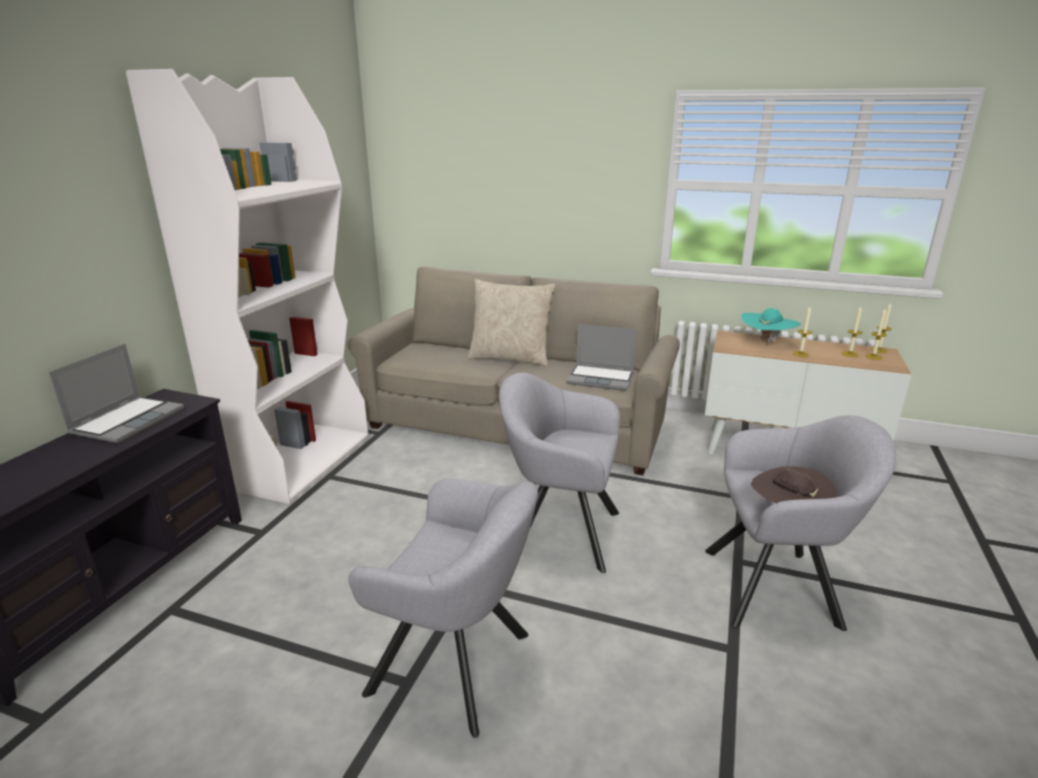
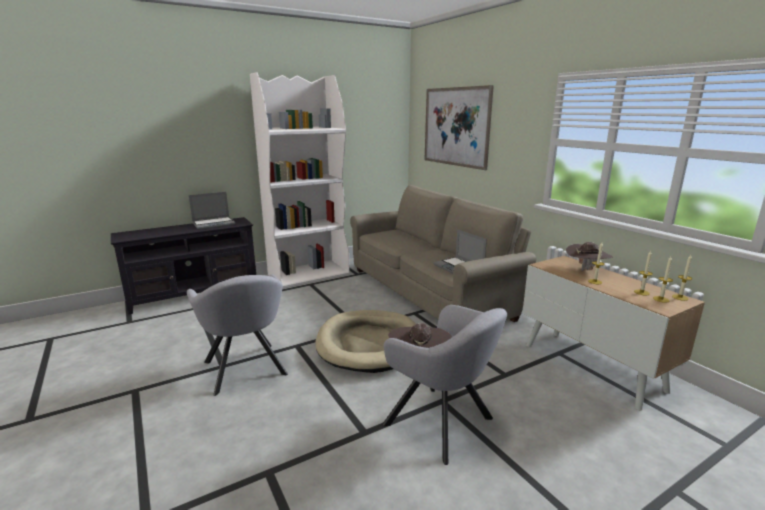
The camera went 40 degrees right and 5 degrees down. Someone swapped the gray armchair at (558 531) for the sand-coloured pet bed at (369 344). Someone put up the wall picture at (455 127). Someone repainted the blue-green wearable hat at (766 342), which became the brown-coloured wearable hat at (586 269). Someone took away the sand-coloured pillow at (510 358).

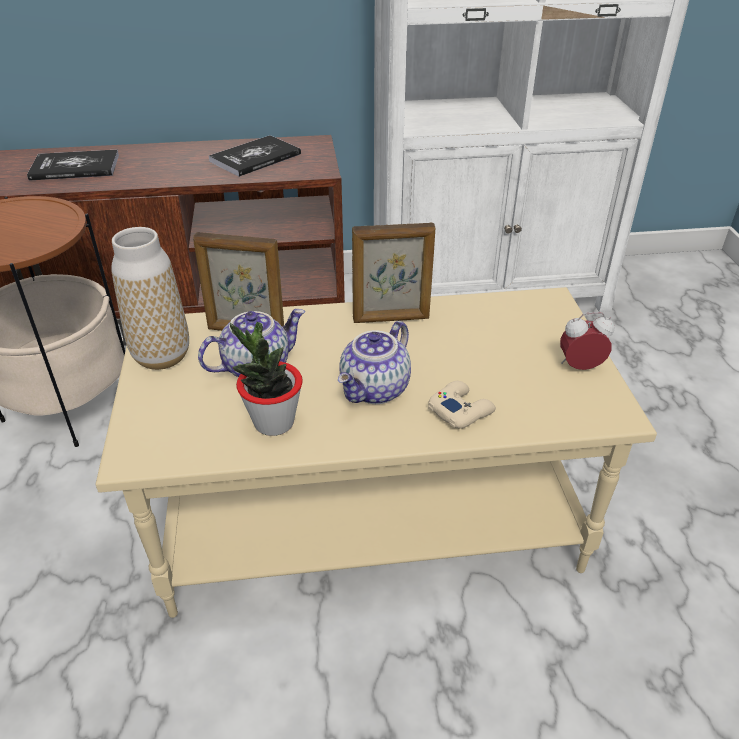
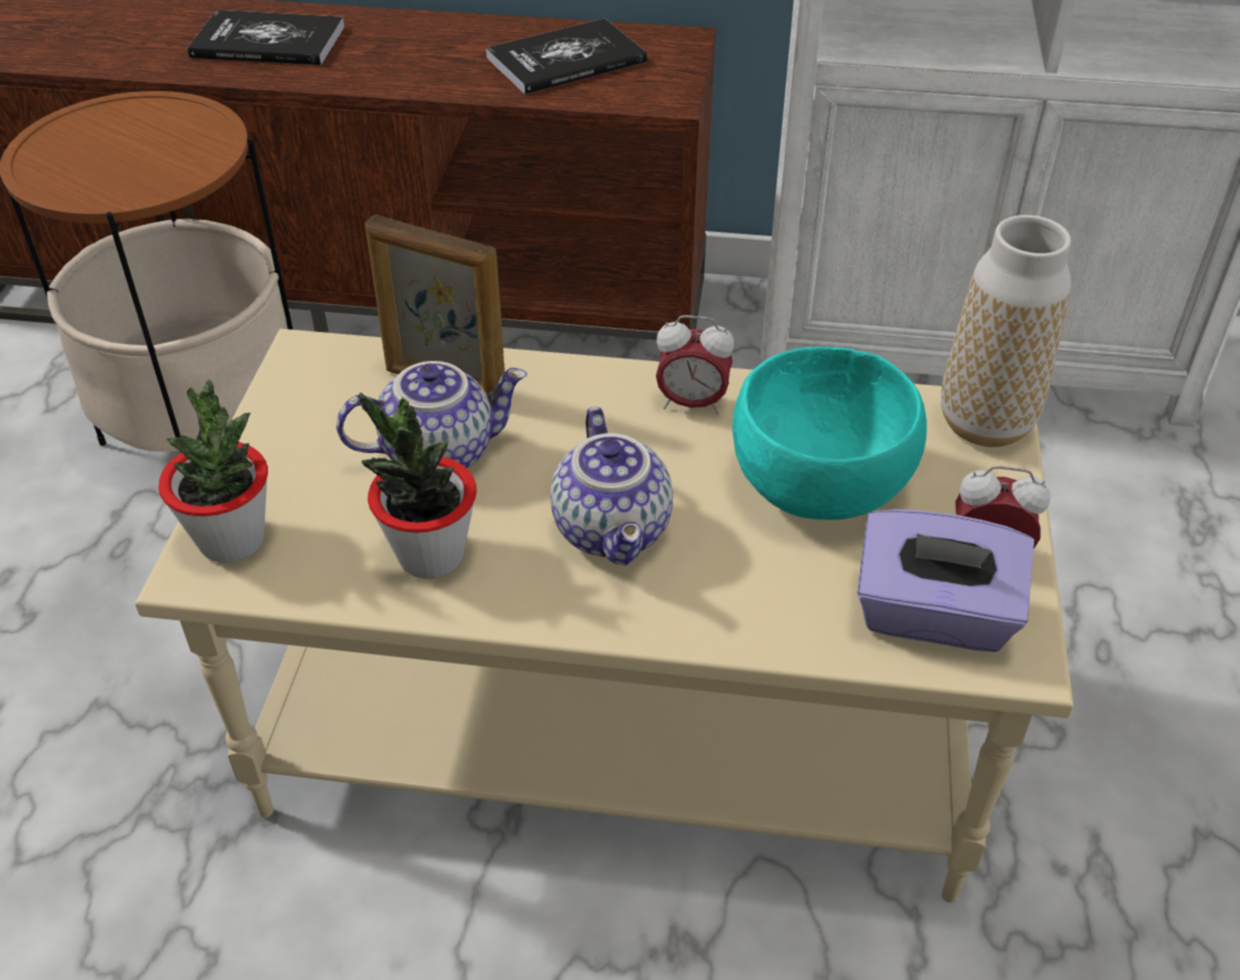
The camera went 15 degrees right and 5 degrees up. Someone put down the potted plant at (232 540). Someone rotated the teapot at (376 390) by 60 degrees counterclockwise. Someone swapped the picture frame at (391 319) for the table clock at (692 403). Someone put down the blue-green deep dish at (822 484). Someone put down the purple tissue holder at (933 616). Someone carried the vase from (162 356) to (985 424). Someone took away the sand-coloured gamepad at (460 410).

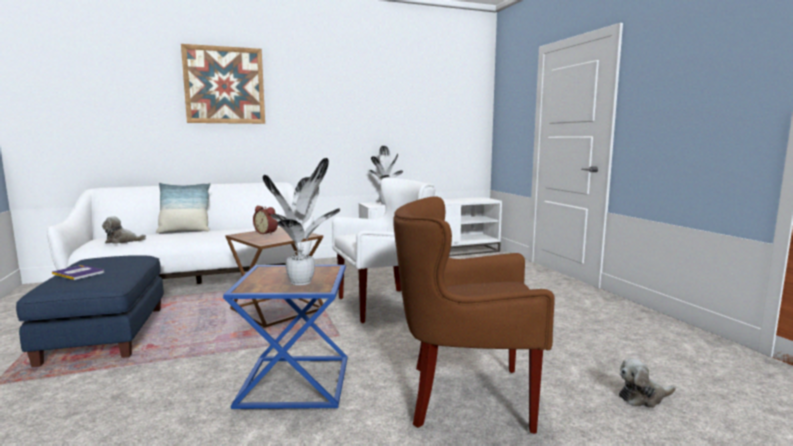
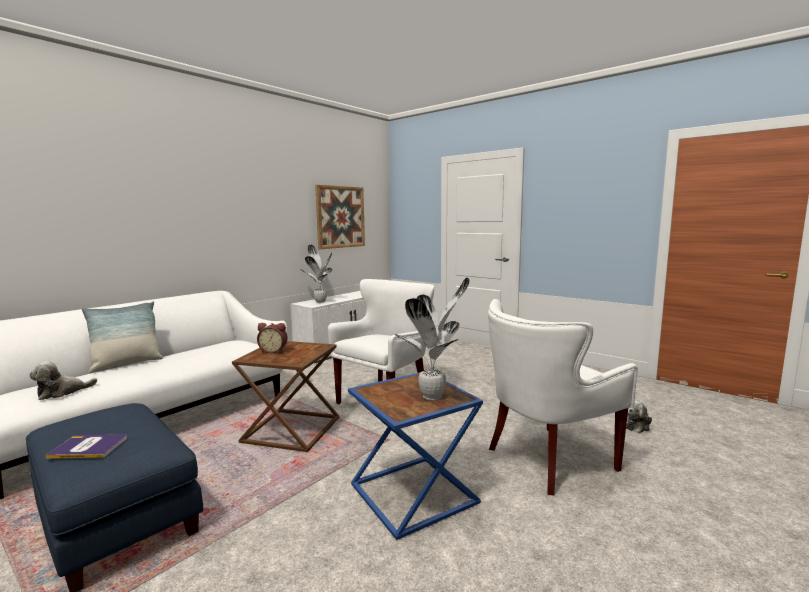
The camera went 30 degrees left and 0 degrees up. Someone carried the wall picture from (224 85) to (340 217). Someone repainted the brown-coloured armchair at (464 396), which became the white-coloured armchair at (547 459).

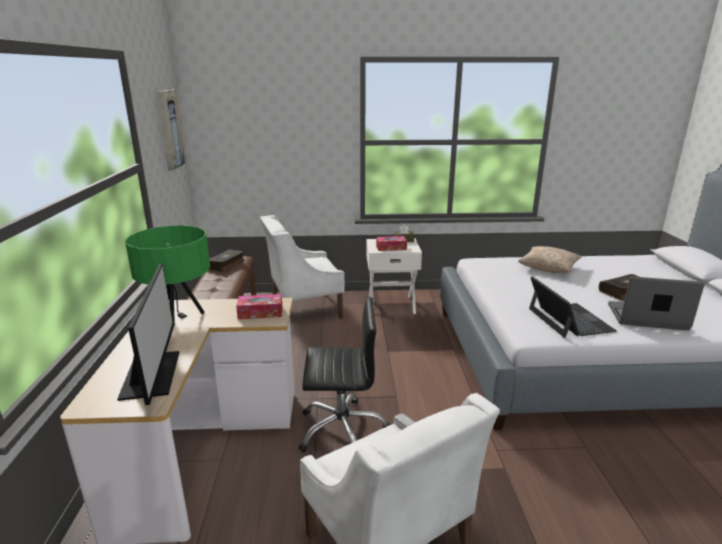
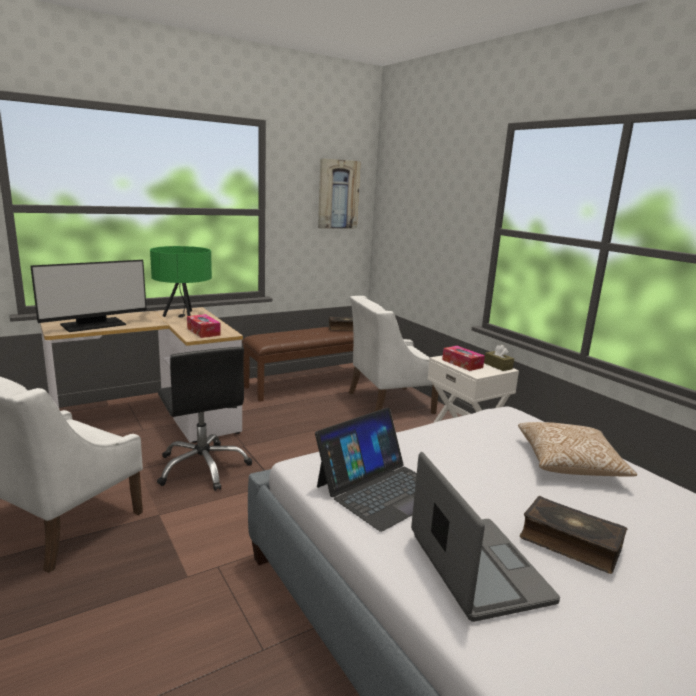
The camera went 60 degrees right and 5 degrees down. Someone rotated the white-coloured armchair at (304 309) by 60 degrees counterclockwise.

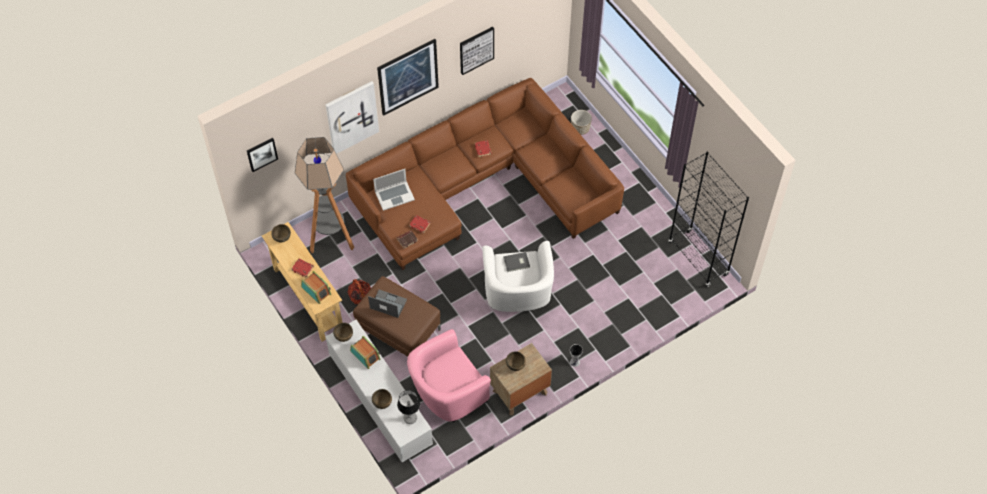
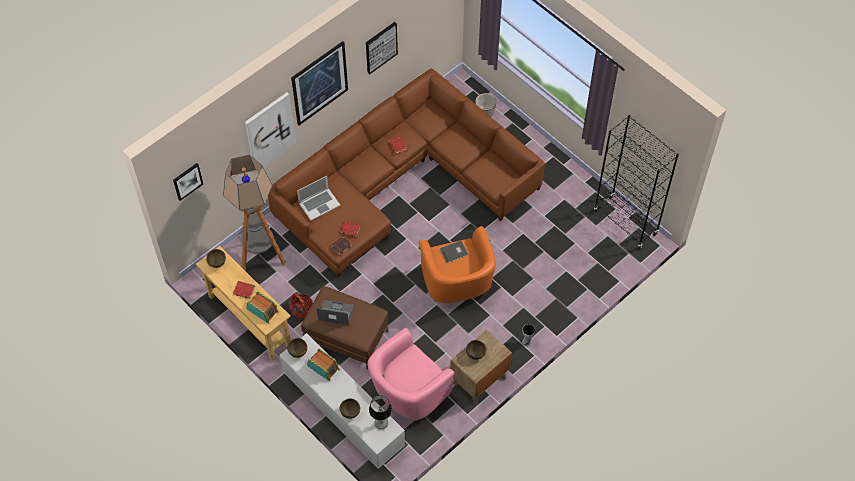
The camera went 10 degrees left and 0 degrees up. Someone repainted the white-coloured armchair at (517 295), which became the orangey armchair at (457 285).

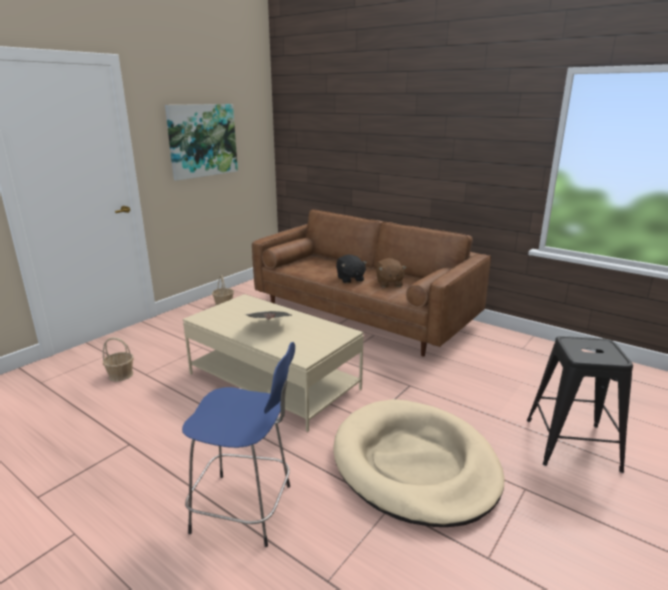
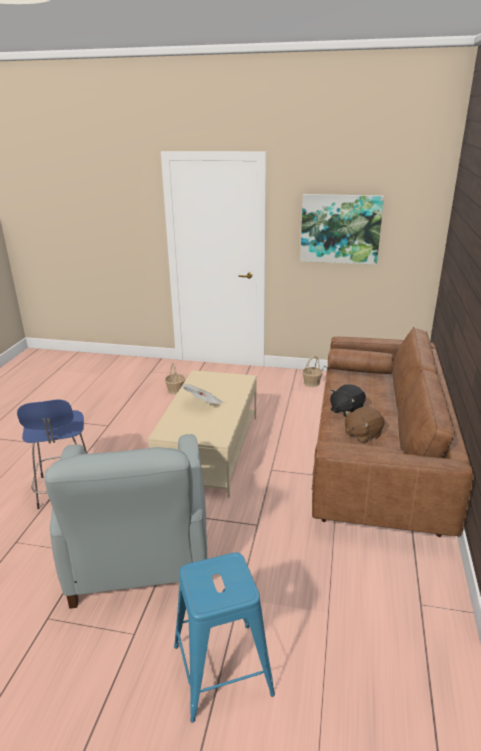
The camera went 65 degrees right and 5 degrees up. Someone swapped the sand-coloured pet bed at (415 465) for the gray armchair at (138 555). Someone repainted the black-coloured stool seat at (571 444), which became the blue-coloured stool seat at (221 669).

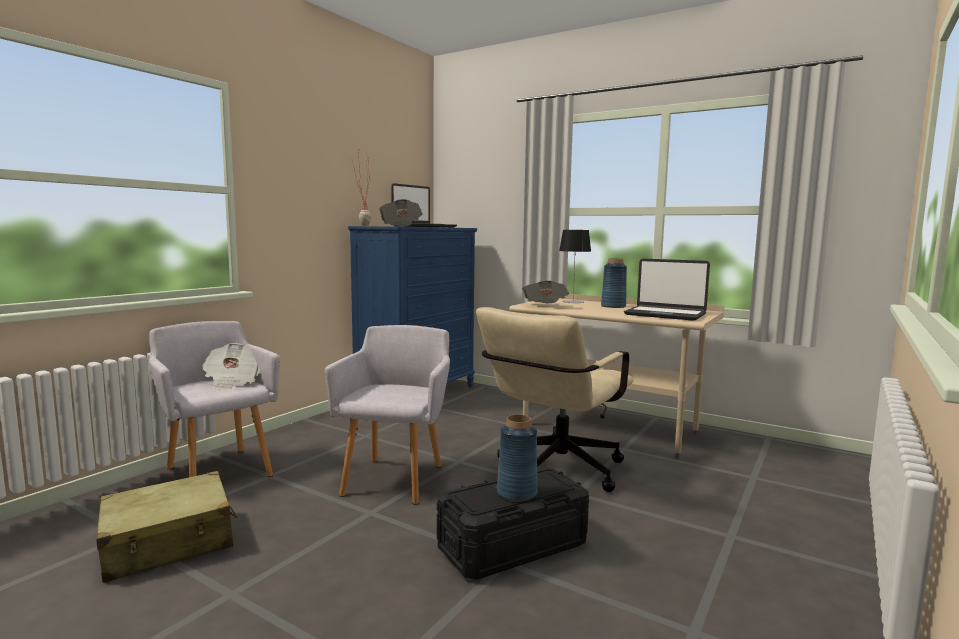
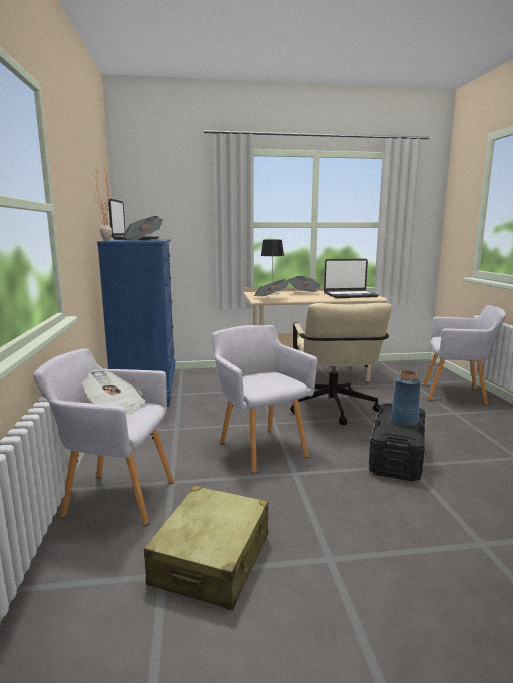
The camera went 40 degrees left and 5 degrees up. Someone swapped the blue-coloured vase at (613 306) for the newspaper at (305 293). Someone put down the gray armchair at (457 394).

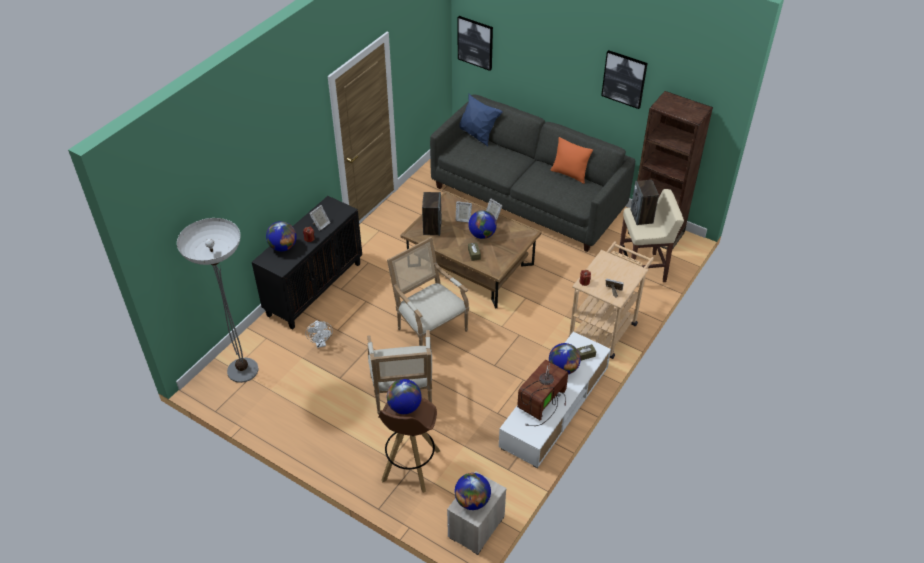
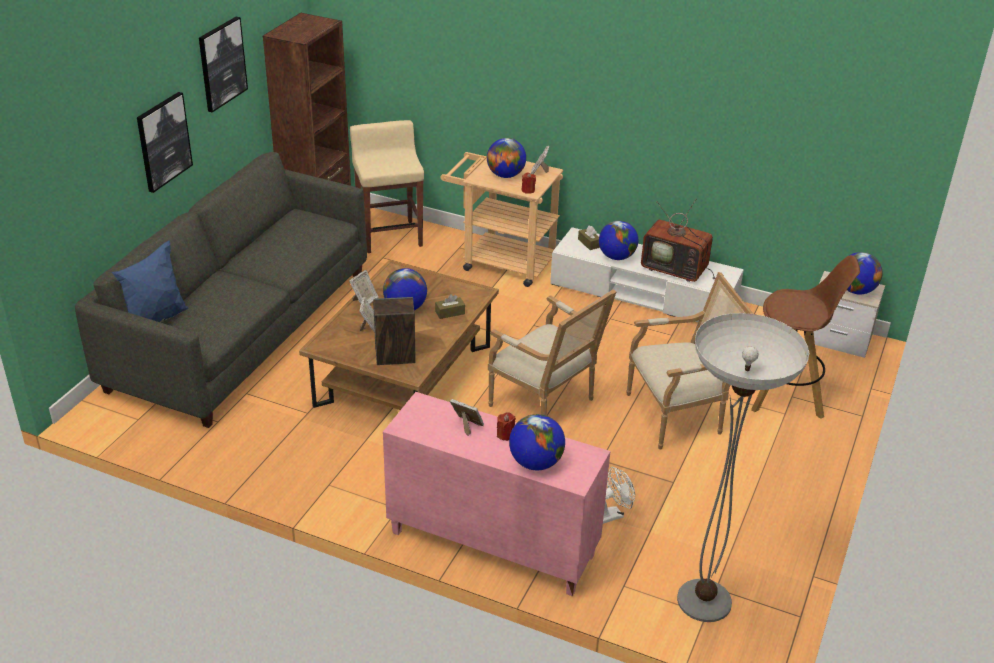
The camera went 100 degrees left and 10 degrees down. Someone carried the wall picture from (475 42) to (163 141). Someone repainted the black-coloured storage cabinet at (314 288), which became the pink storage cabinet at (490 544). Someone carried the globe from (404 407) to (505 175). Someone rotated the armchair at (429 329) by 90 degrees counterclockwise. Someone took away the orangey pillow at (569 174). Someone took away the speaker at (642 216).

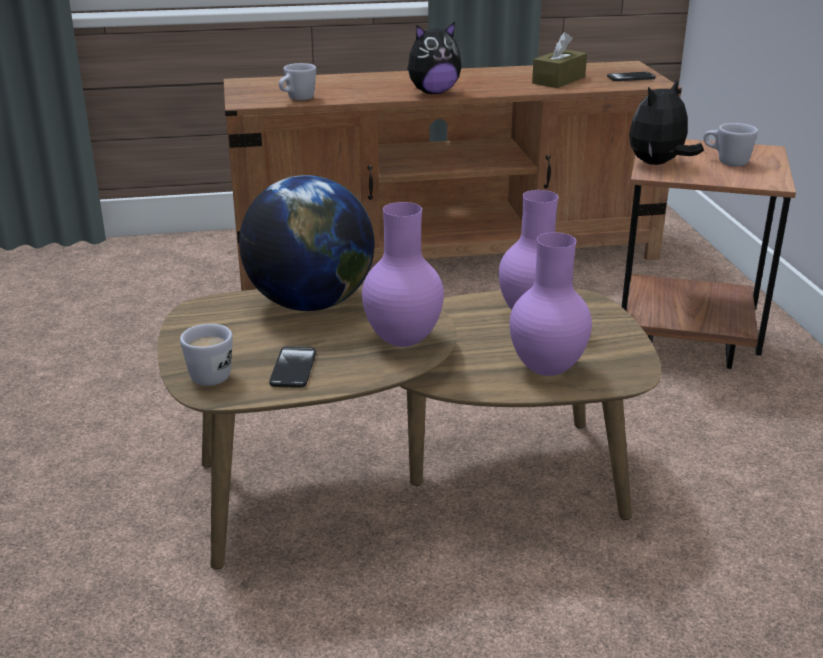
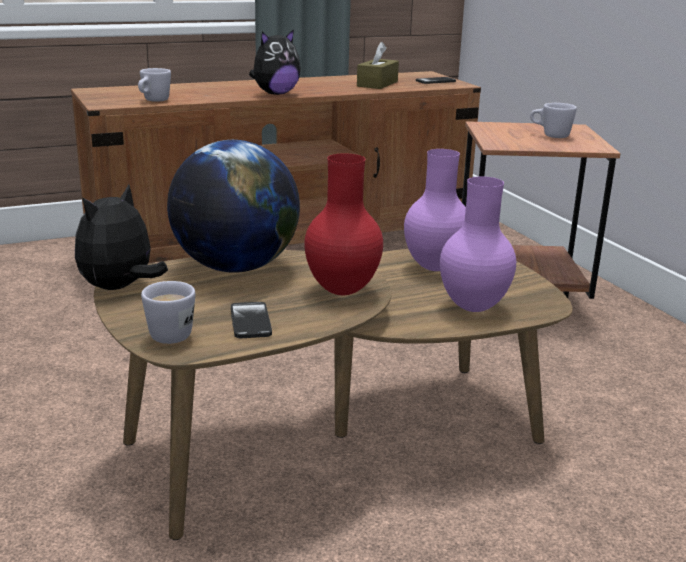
The camera went 15 degrees left and 5 degrees down. Someone carried the cuddly toy from (658 164) to (119 288). Someone repainted the purple vase at (404 342), which became the red vase at (344 291).

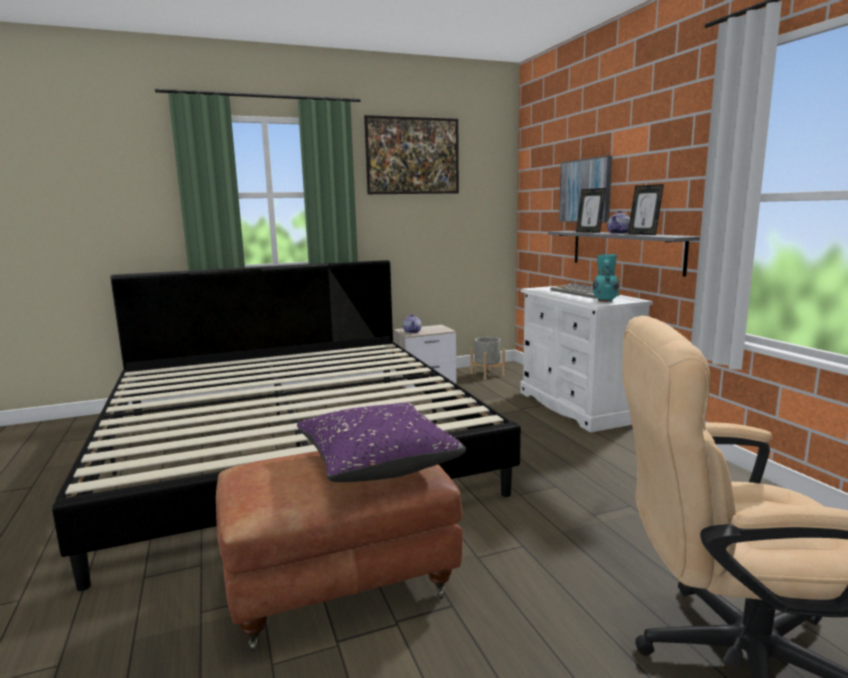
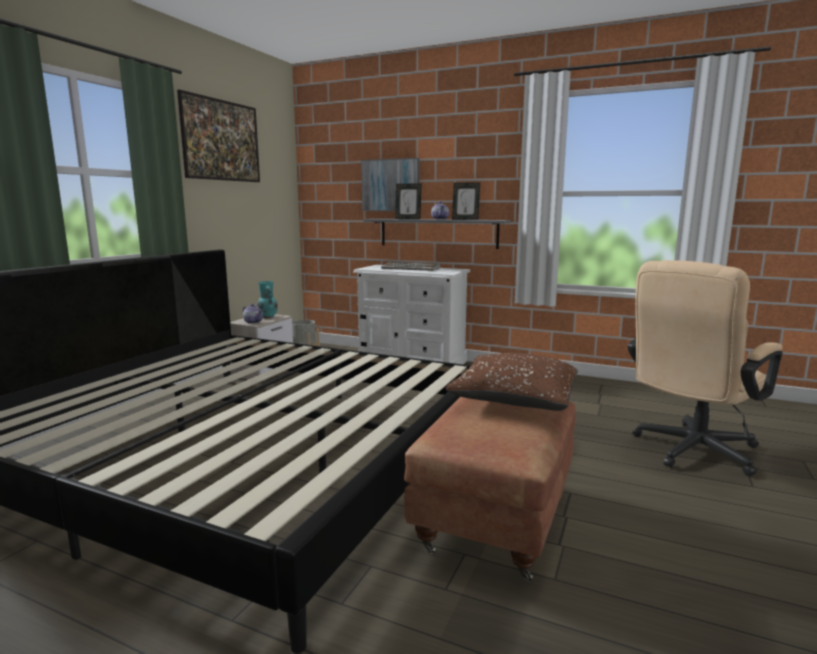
The camera went 45 degrees left and 0 degrees up. Someone carried the blue-green vase from (604 301) to (268 317). Someone repainted the purple pillow at (377 462), which became the brown-coloured pillow at (514 401).

